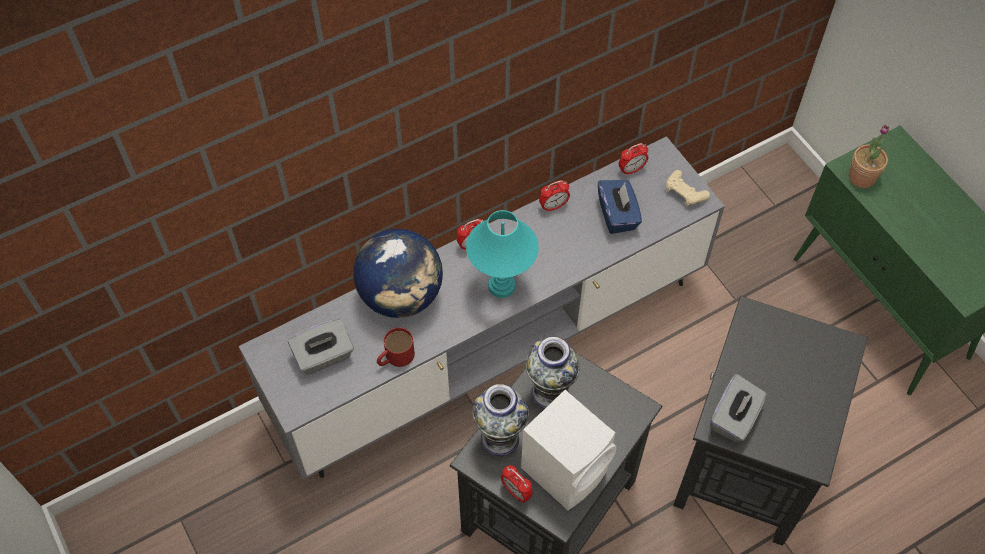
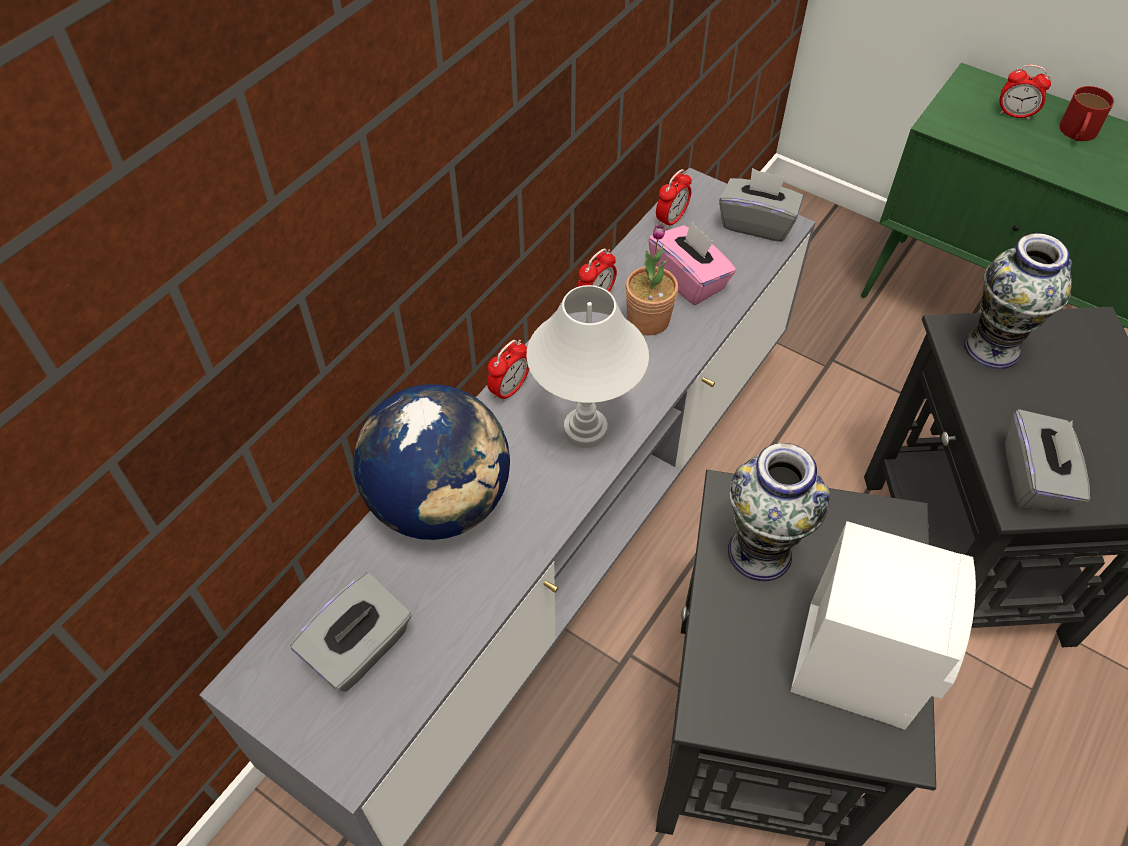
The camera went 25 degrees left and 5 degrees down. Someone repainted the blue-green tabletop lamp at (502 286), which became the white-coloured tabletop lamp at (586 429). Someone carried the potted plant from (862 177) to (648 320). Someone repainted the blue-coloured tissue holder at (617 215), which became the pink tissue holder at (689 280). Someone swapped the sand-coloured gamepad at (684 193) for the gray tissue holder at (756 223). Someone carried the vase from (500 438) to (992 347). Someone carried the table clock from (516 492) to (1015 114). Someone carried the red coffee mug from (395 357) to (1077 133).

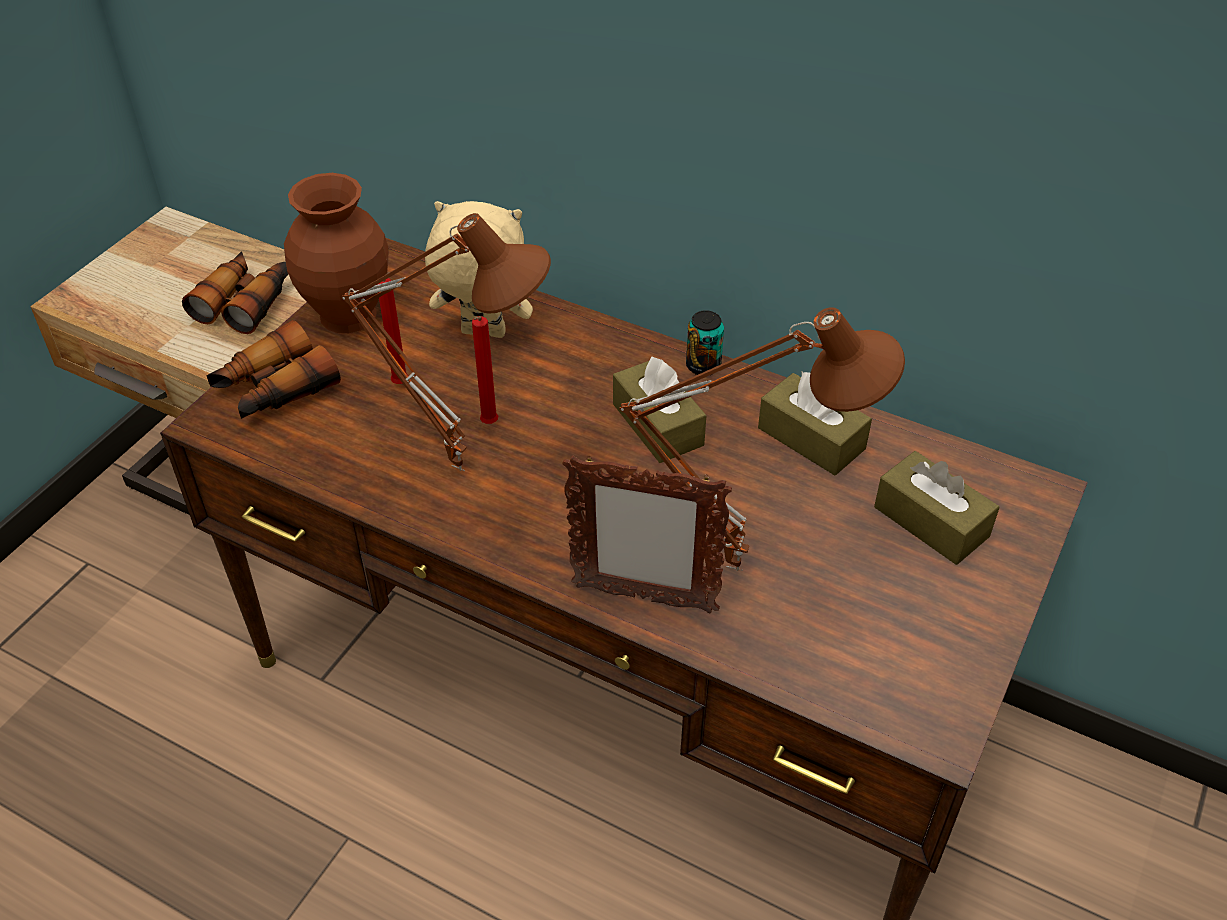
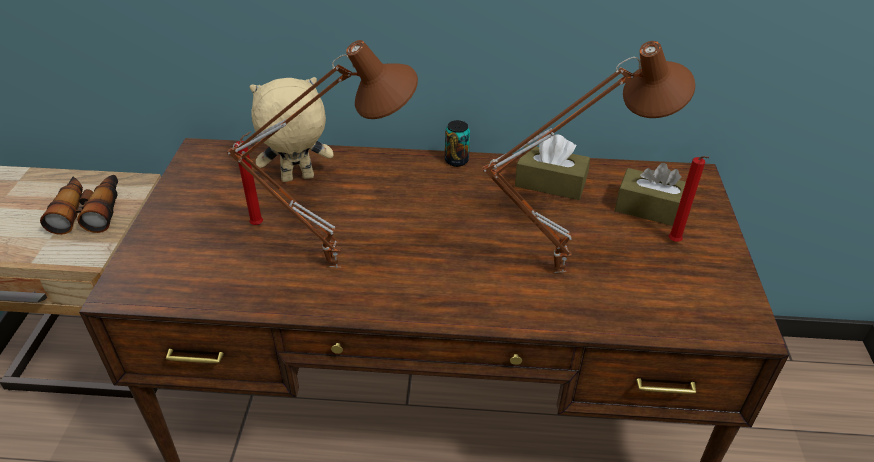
The camera went 25 degrees left and 5 degrees down. Someone carried the red wax candle from (488 425) to (675 243). Someone took away the pair of binoculars at (274 389). Someone took away the brown-coloured vase at (347 316). Someone took away the picture frame at (643 598). Someone took away the brown-coloured tissue holder at (657 425).

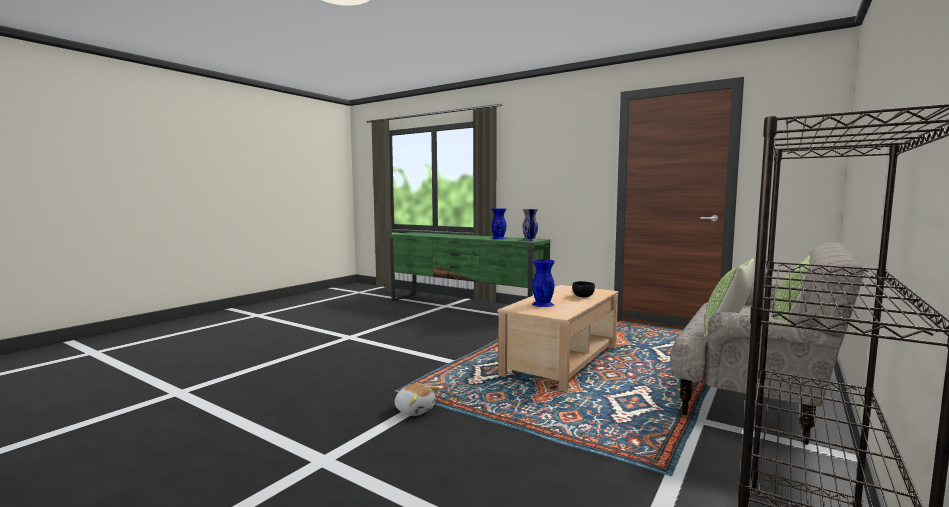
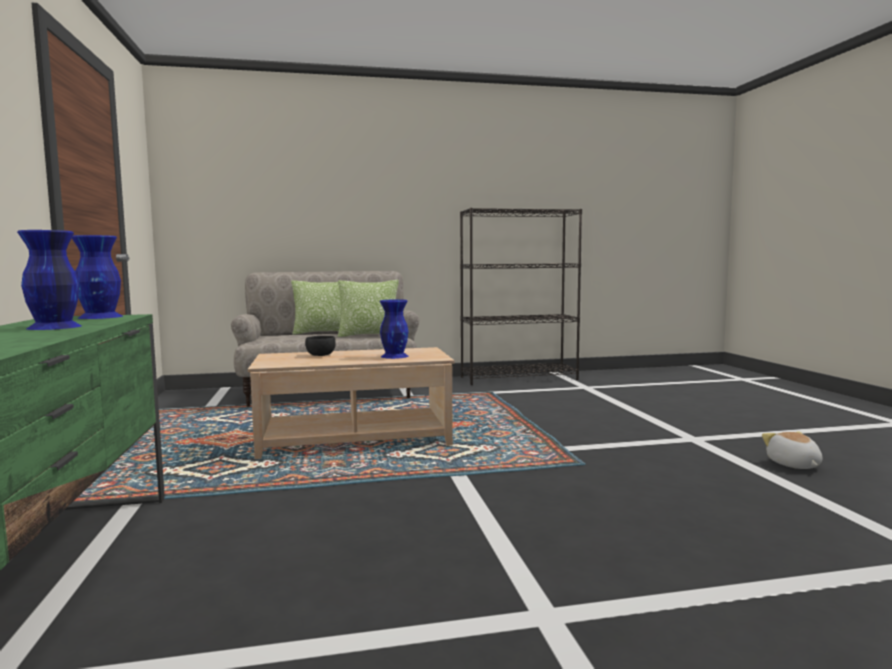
The camera went 135 degrees left and 0 degrees up. Someone repainted the gray vase at (529 240), which became the blue-coloured vase at (101 317). Someone carried the cuddly toy from (415 410) to (793 465).

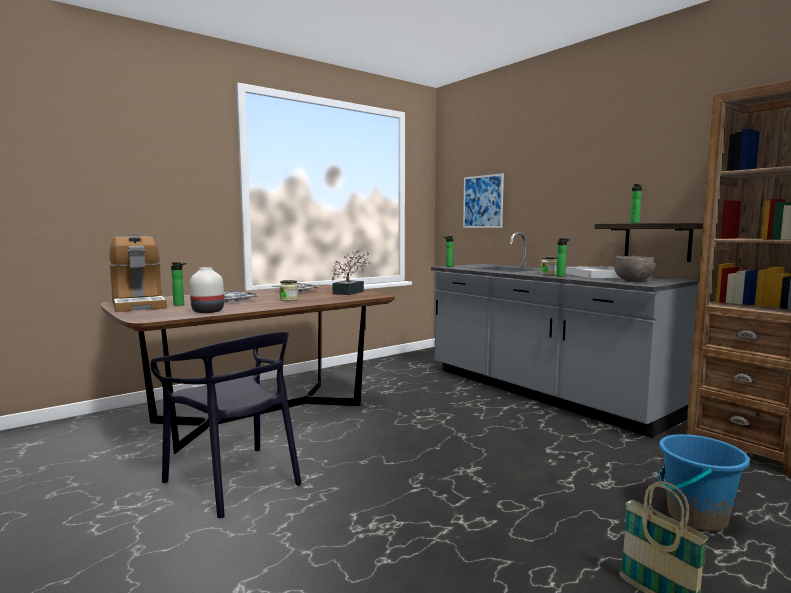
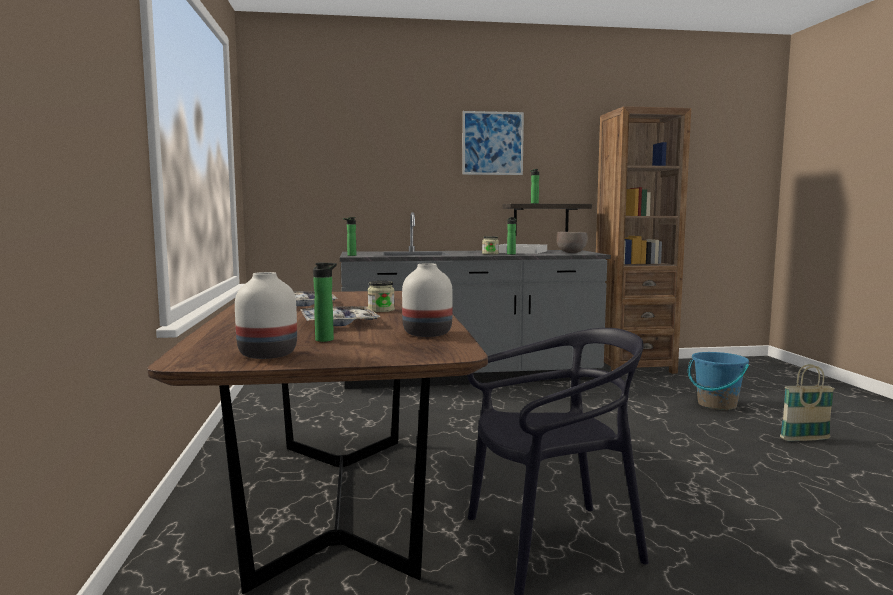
The camera went 60 degrees left and 0 degrees up. Someone swapped the coffee maker at (138 304) for the white-coloured vase at (266 354). Someone carried the wall picture from (483 201) to (492 143). Someone took away the potted plant at (350 292).

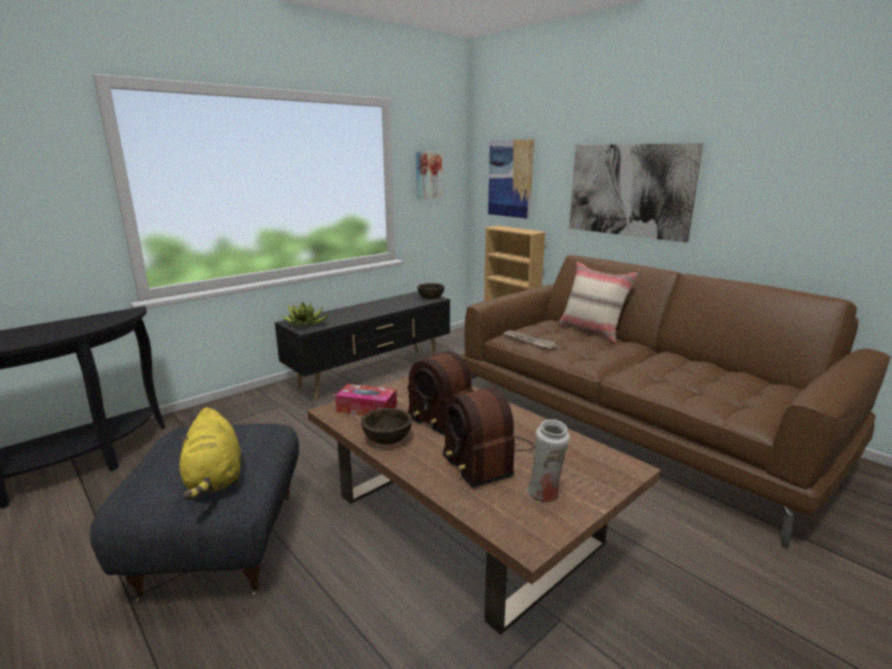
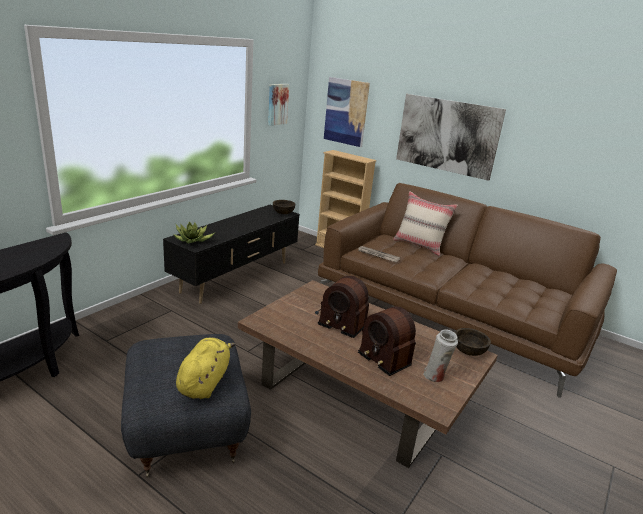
The camera went 15 degrees left and 5 degrees up. Someone rotated the yellow-coloured cuddly toy at (214 479) by 135 degrees counterclockwise. Someone carried the brown-coloured deep dish from (387 439) to (468 351). Someone took away the tissue holder at (366 408).

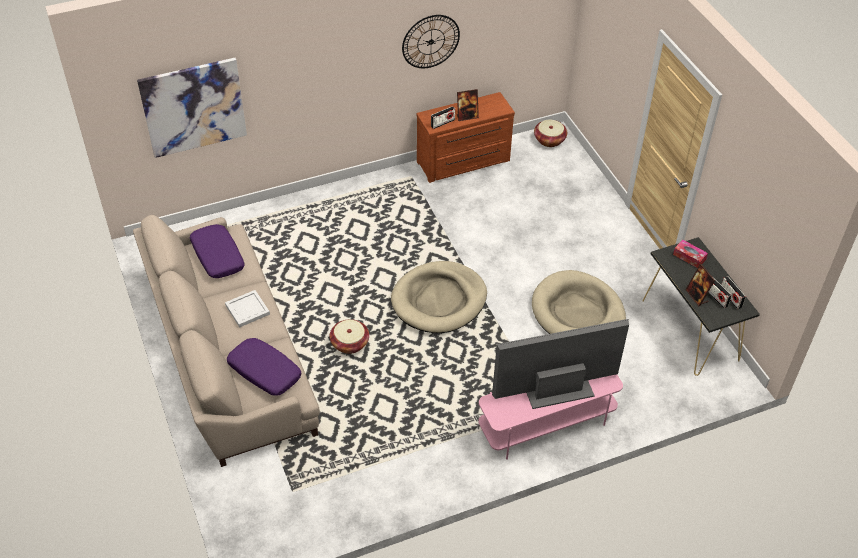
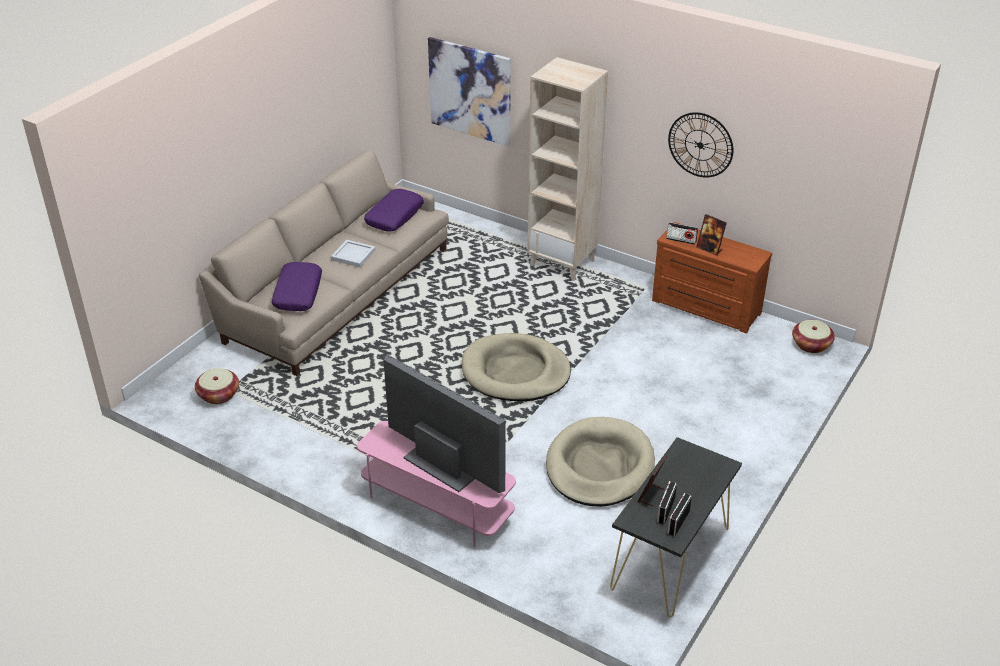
The camera went 55 degrees right and 10 degrees down. Someone carried the household basket from (349 343) to (218 395). Someone put down the sand-coloured shelving unit at (562 262). Someone took away the tissue holder at (689 257).

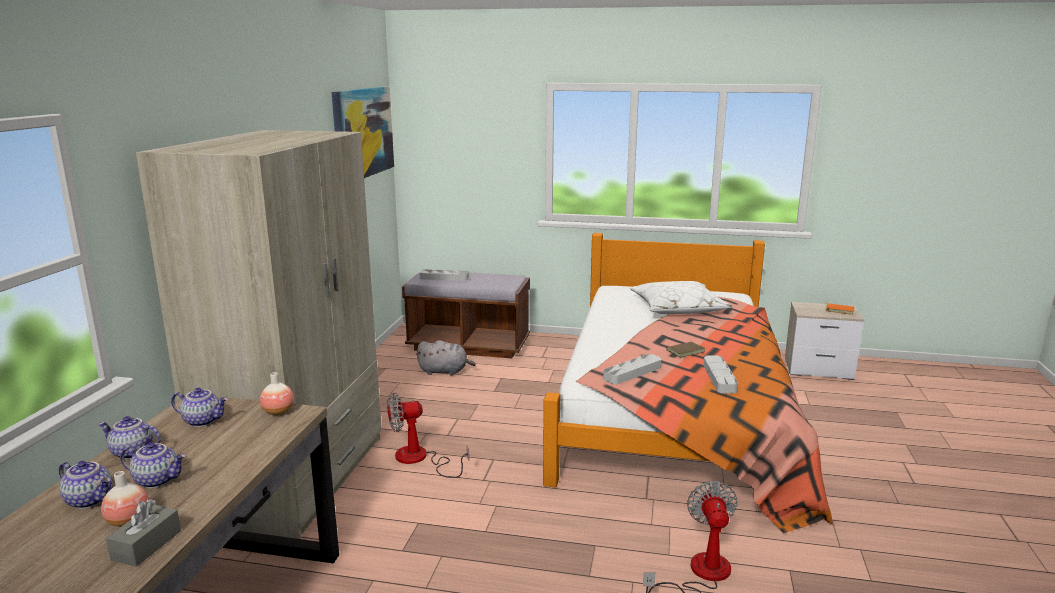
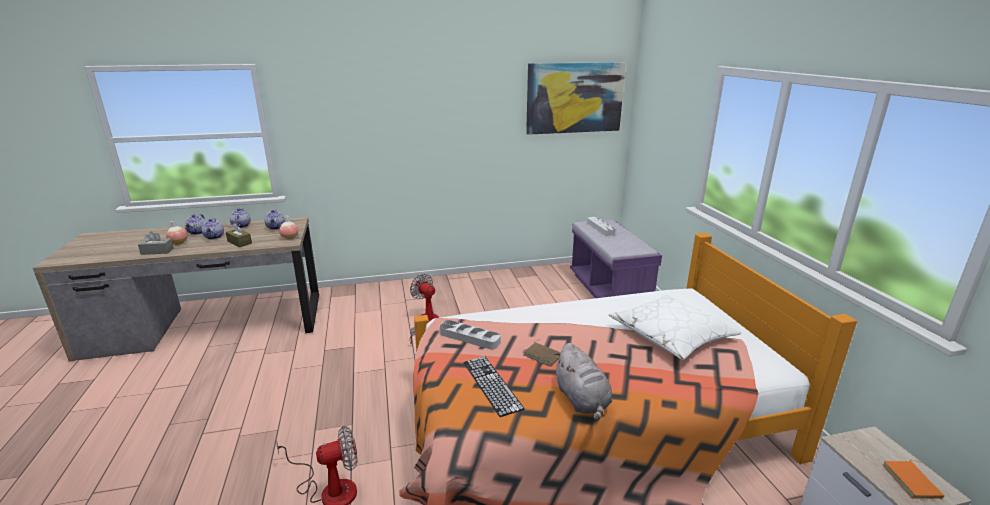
The camera went 65 degrees right and 5 degrees up. Someone put down the brown-coloured tissue holder at (239 242). Someone swapped the gray carrying tray at (719 378) for the computer keyboard at (491 384). Someone carried the gray cuddly toy from (445 371) to (582 400). Someone repainted the brown-coloured indoor bench at (468 345), which became the purple indoor bench at (608 291). Someone took away the sand-coloured armoire at (300 478).

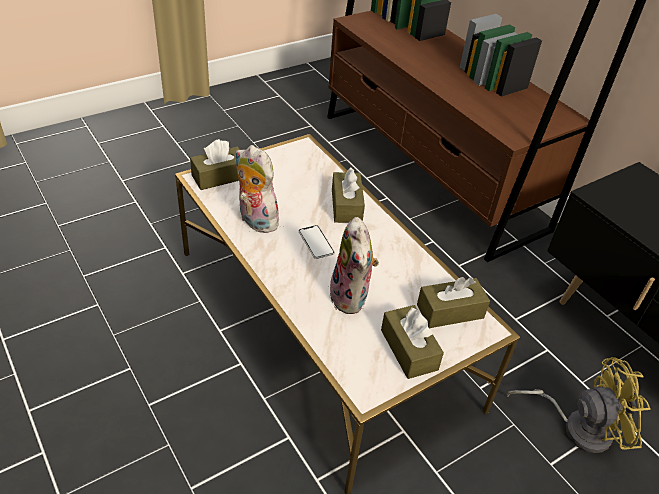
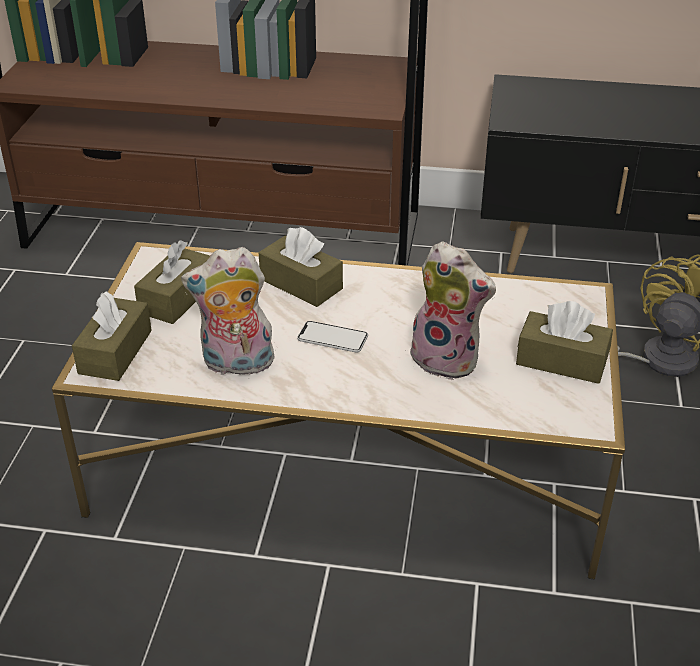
The camera went 45 degrees left and 5 degrees down. Someone carried the brown-coloured tissue holder from (450 311) to (177 298).

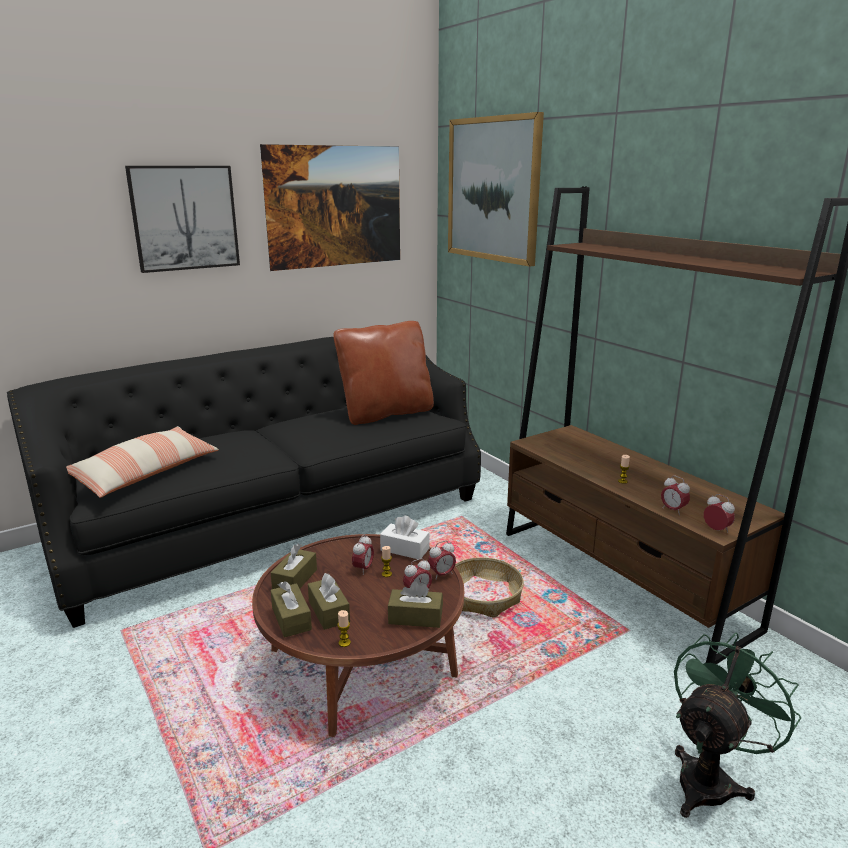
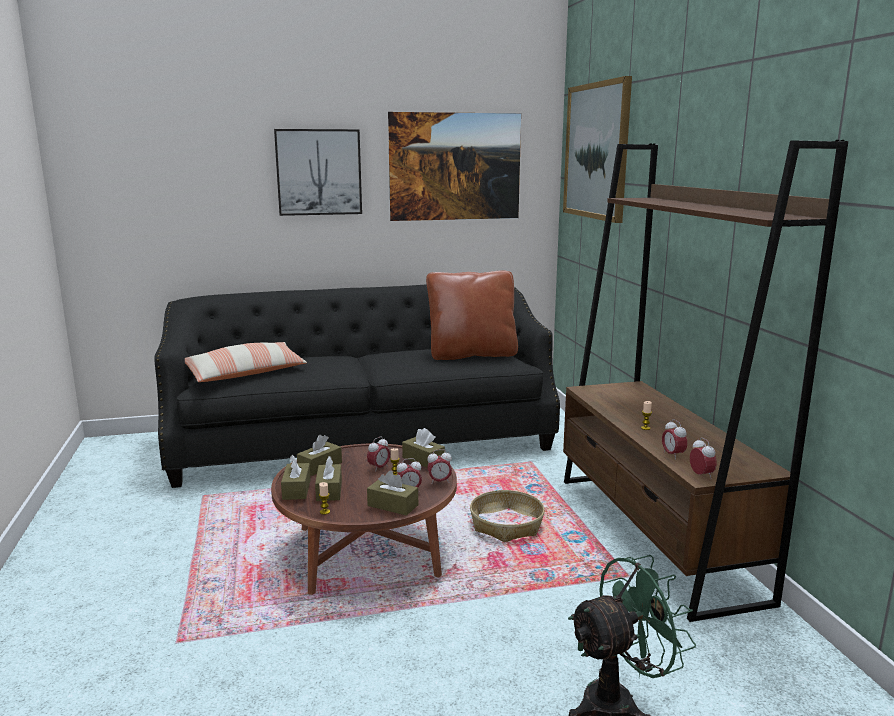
The camera went 20 degrees right and 5 degrees down. Someone repainted the white-coloured tissue holder at (405 549), which became the brown-coloured tissue holder at (423 460).

